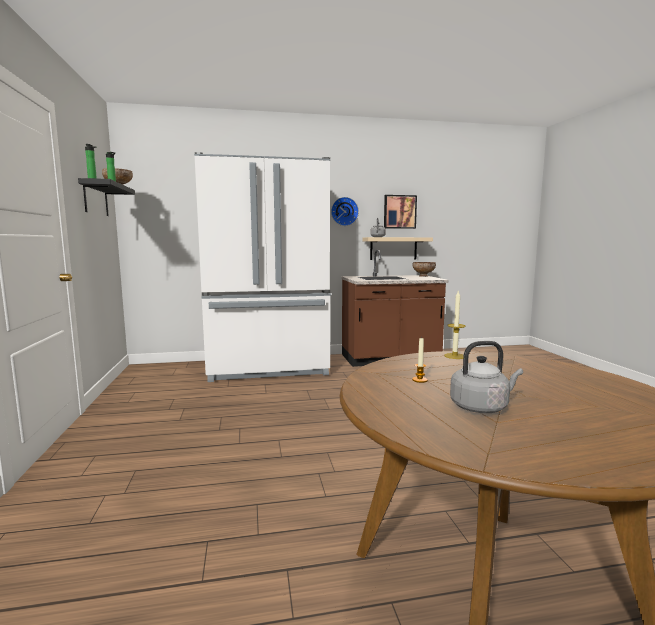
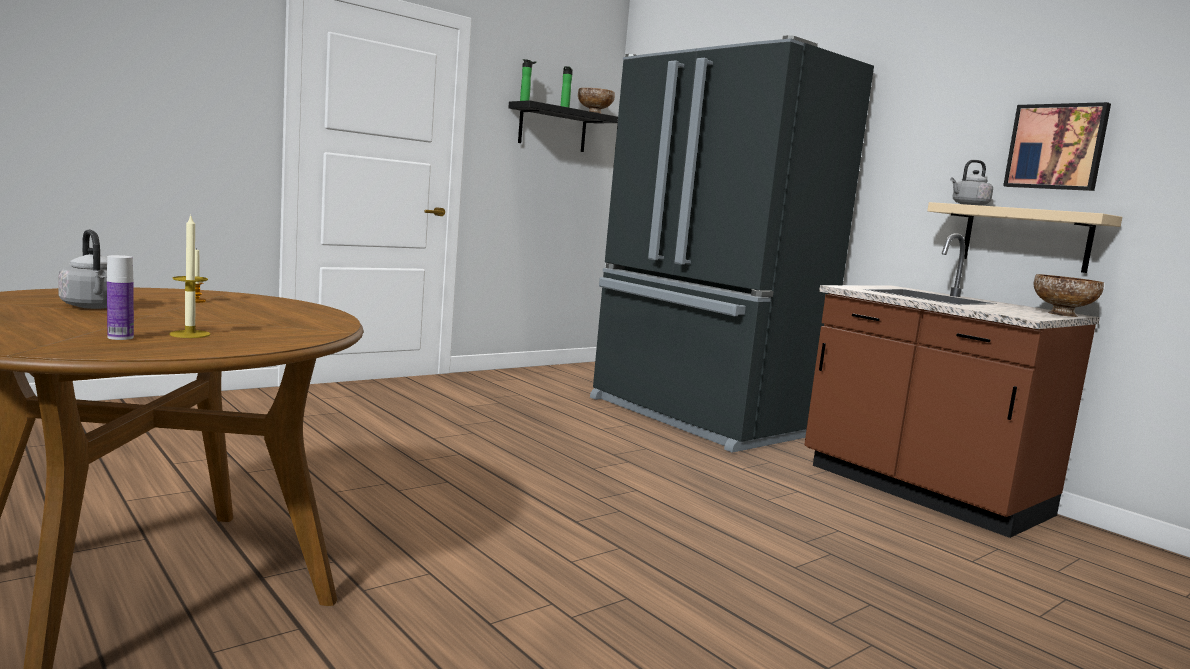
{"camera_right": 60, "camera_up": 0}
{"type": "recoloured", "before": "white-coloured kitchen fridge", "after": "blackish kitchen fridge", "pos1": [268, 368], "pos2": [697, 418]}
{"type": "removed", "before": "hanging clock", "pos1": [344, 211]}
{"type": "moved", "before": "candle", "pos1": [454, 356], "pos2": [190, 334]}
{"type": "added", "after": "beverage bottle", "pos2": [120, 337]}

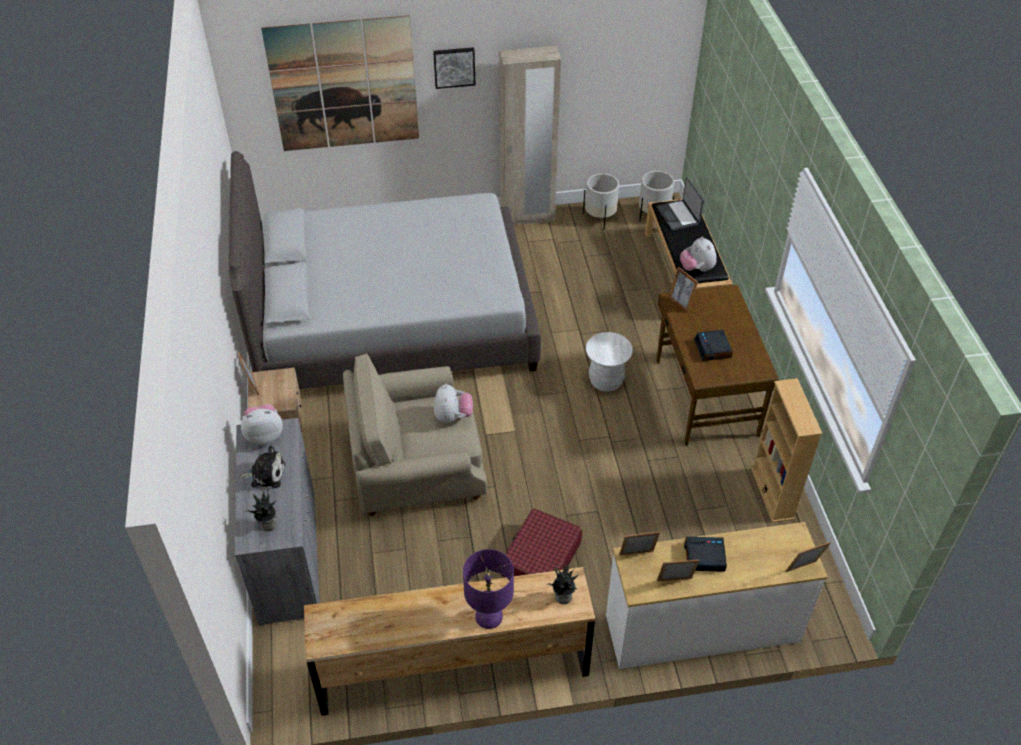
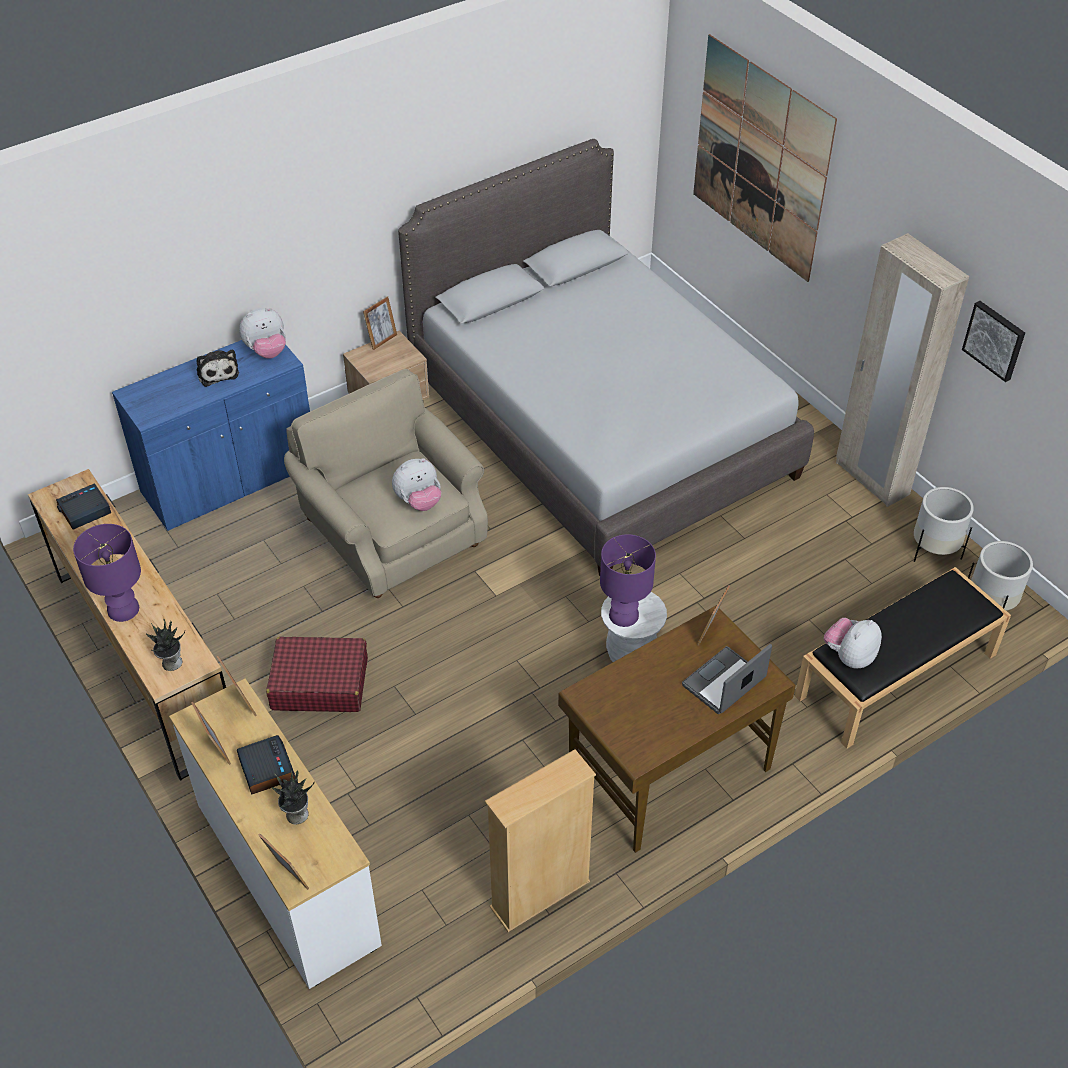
{"camera_right": 65, "camera_up": 0}
{"type": "recoloured", "before": "grey cupboard", "after": "bluish cupboard", "pos1": [288, 556], "pos2": [230, 480]}
{"type": "turned", "before": "soft toy", "pos1": [264, 435], "pos2": [267, 351], "turn": 105}
{"type": "moved", "before": "houseplant", "pos1": [268, 525], "pos2": [296, 814]}
{"type": "moved", "before": "wall art", "pos1": [454, 67], "pos2": [995, 340]}
{"type": "moved", "before": "laptop", "pos1": [678, 216], "pos2": [724, 683]}
{"type": "moved", "before": "bedside clock", "pos1": [713, 349], "pos2": [84, 511]}
{"type": "added", "after": "purple lamp for a table", "pos2": [624, 615]}

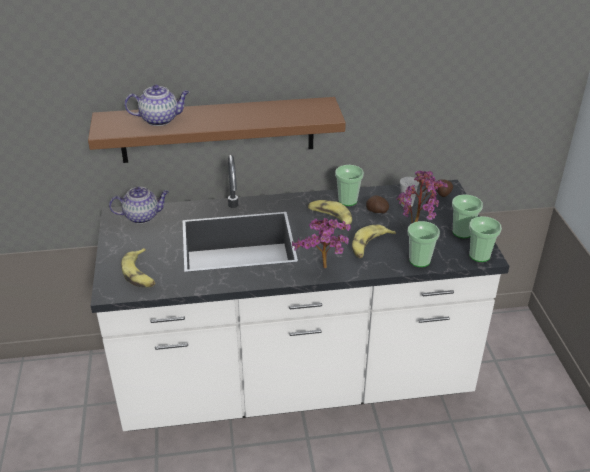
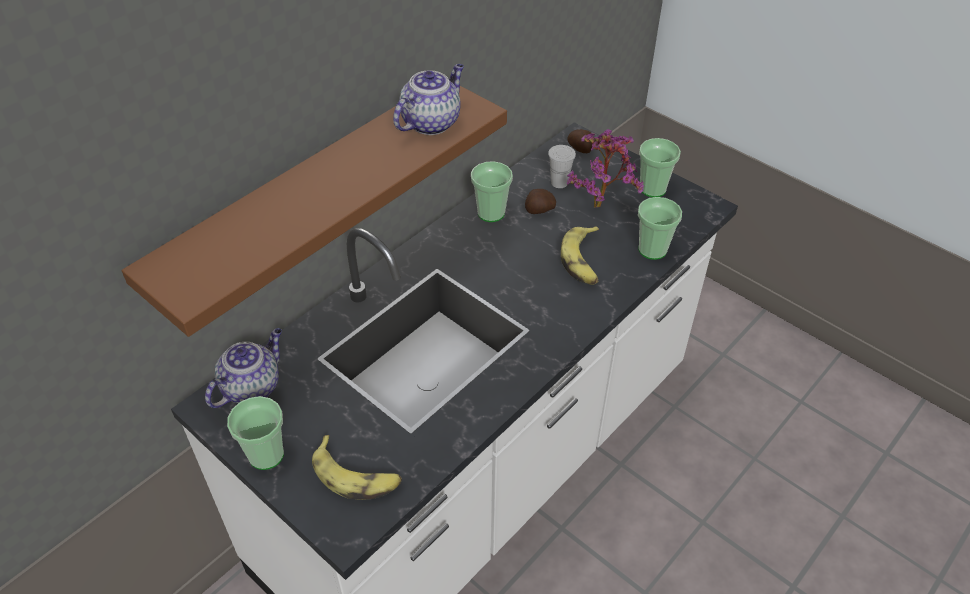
{"camera_right": -40, "camera_up": 10}
{"type": "moved", "before": "tea pot", "pos1": [160, 119], "pos2": [431, 122]}
{"type": "removed", "before": "houseplant", "pos1": [325, 270]}
{"type": "removed", "before": "banana fruit", "pos1": [330, 218]}
{"type": "moved", "before": "drinking cup", "pos1": [479, 255], "pos2": [266, 455]}

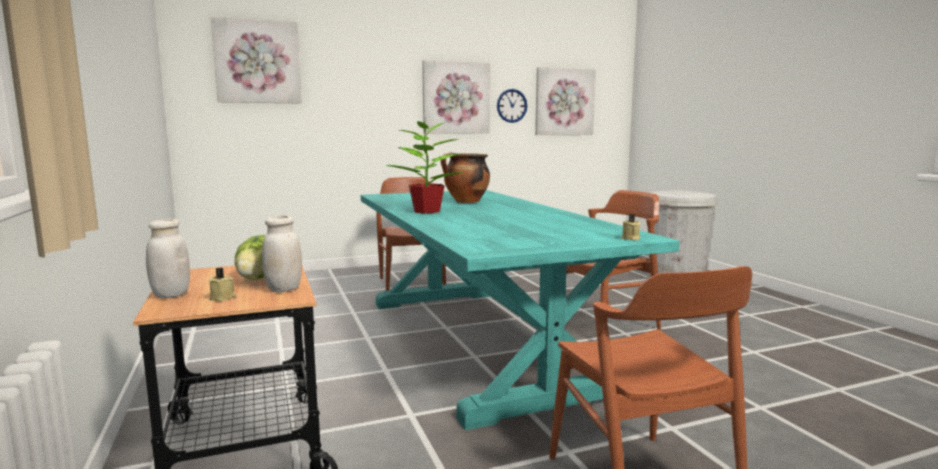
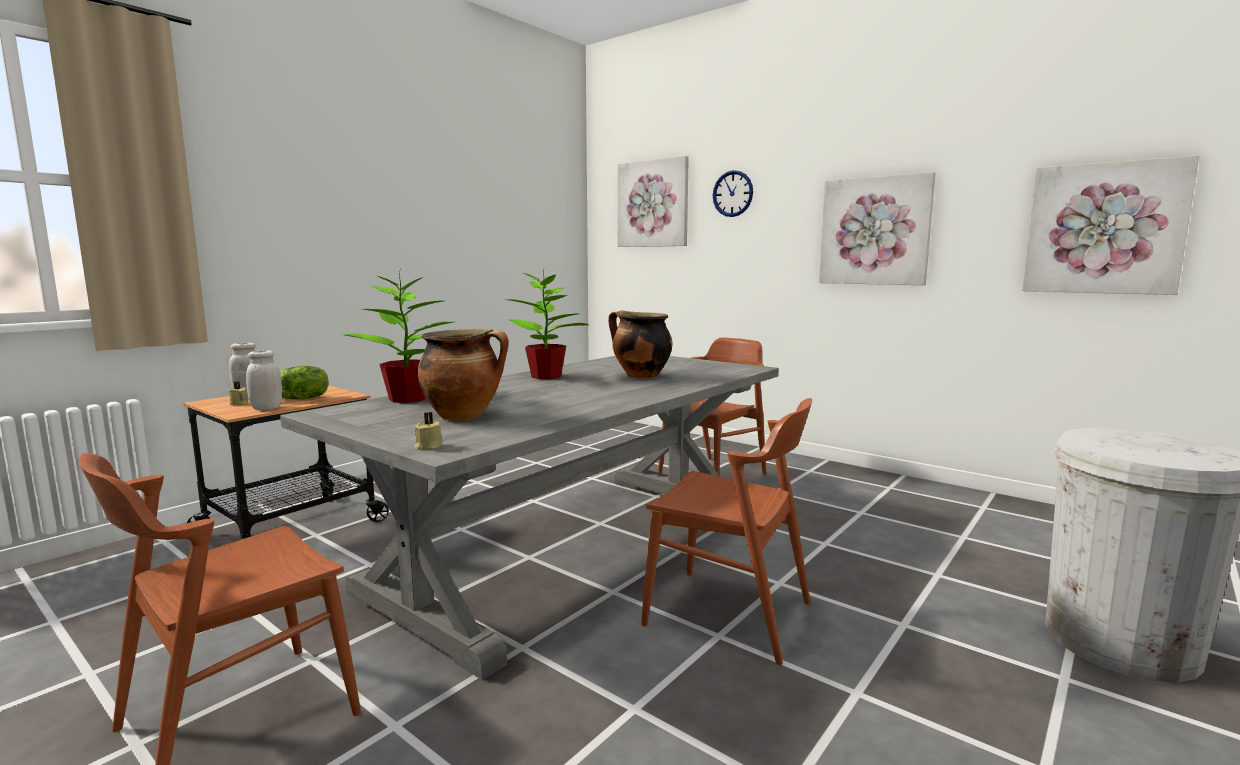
{"camera_right": 60, "camera_up": 0}
{"type": "recoloured", "before": "blue-green dinner table", "after": "grey dinner table", "pos1": [480, 341], "pos2": [576, 548]}
{"type": "moved", "before": "hanging clock", "pos1": [511, 105], "pos2": [732, 193]}
{"type": "added", "after": "houseplant", "pos2": [409, 399]}
{"type": "added", "after": "stockpot", "pos2": [464, 416]}

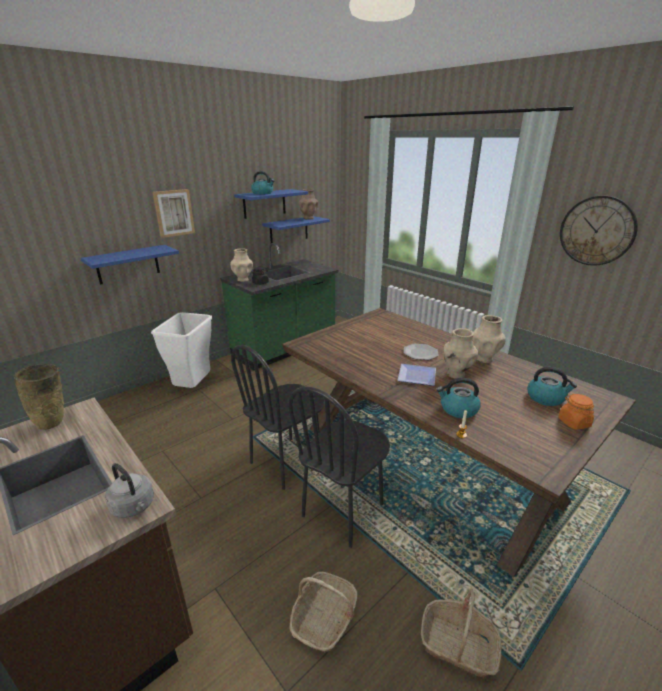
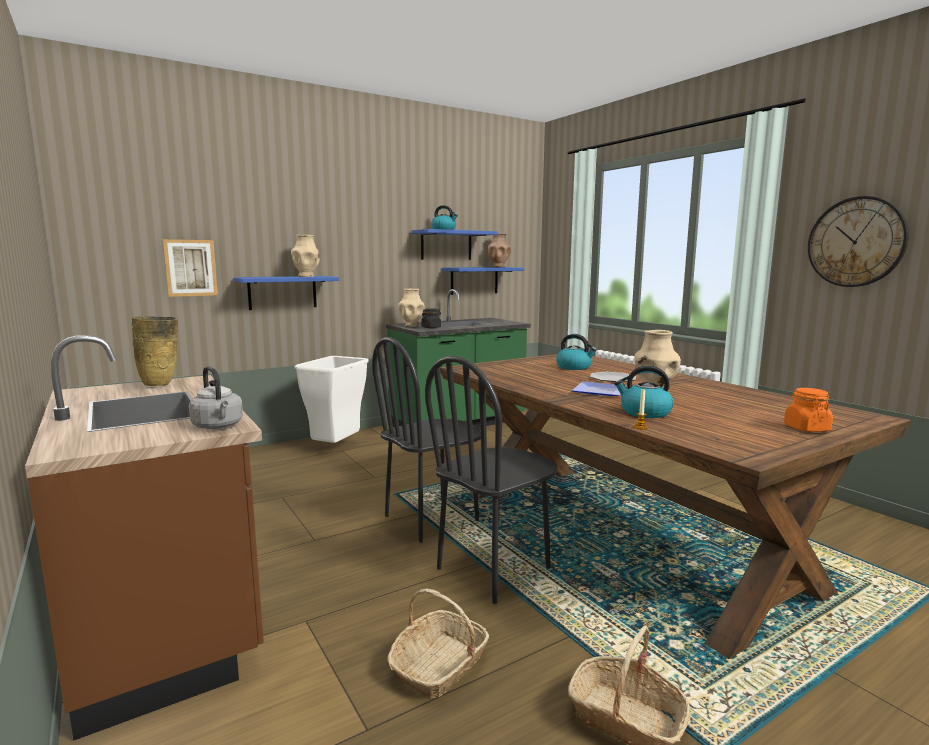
{"camera_right": 10, "camera_up": -15}
{"type": "moved", "before": "wall art", "pos1": [174, 213], "pos2": [190, 268]}
{"type": "moved", "before": "sand-coloured flower vase", "pos1": [484, 359], "pos2": [306, 276]}
{"type": "moved", "before": "water kettle", "pos1": [546, 398], "pos2": [574, 367]}

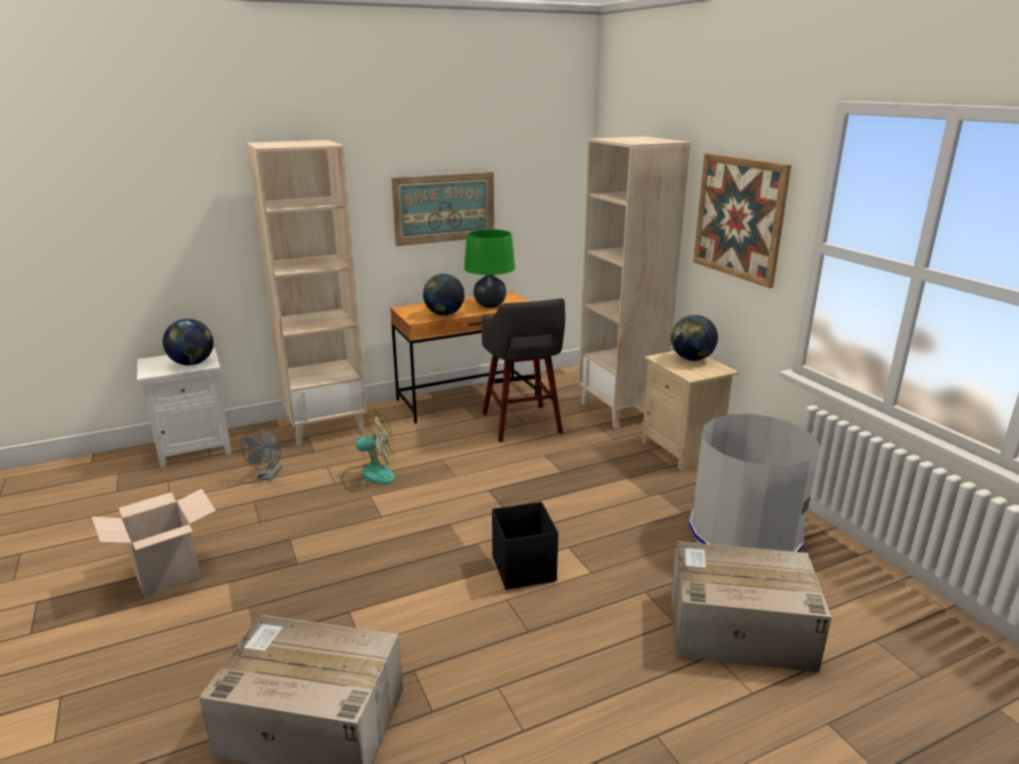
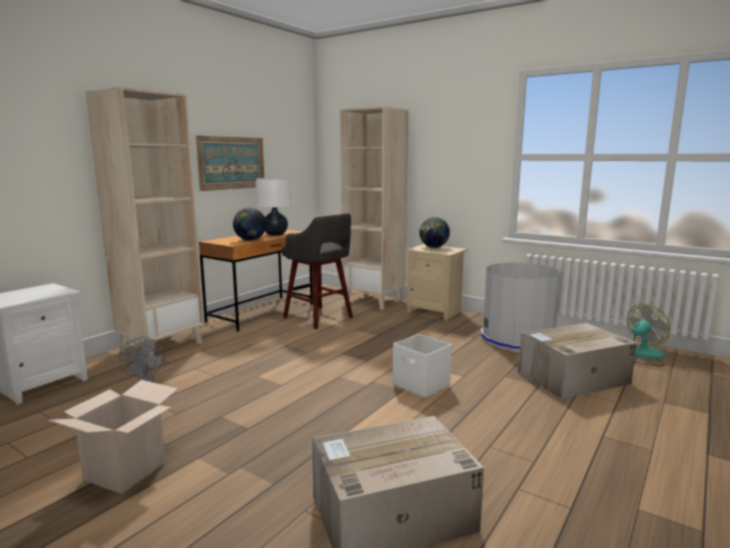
{"camera_right": -30, "camera_up": -10}
{"type": "removed", "before": "globe", "pos1": [192, 364]}
{"type": "moved", "before": "electric fan", "pos1": [369, 475], "pos2": [642, 355]}
{"type": "recoloured", "before": "green-coloured lamp for a table", "after": "white-coloured lamp for a table", "pos1": [490, 305], "pos2": [275, 234]}
{"type": "recoloured", "before": "blackish storage bin", "after": "white-coloured storage bin", "pos1": [523, 569], "pos2": [421, 385]}
{"type": "removed", "before": "wall art", "pos1": [739, 218]}

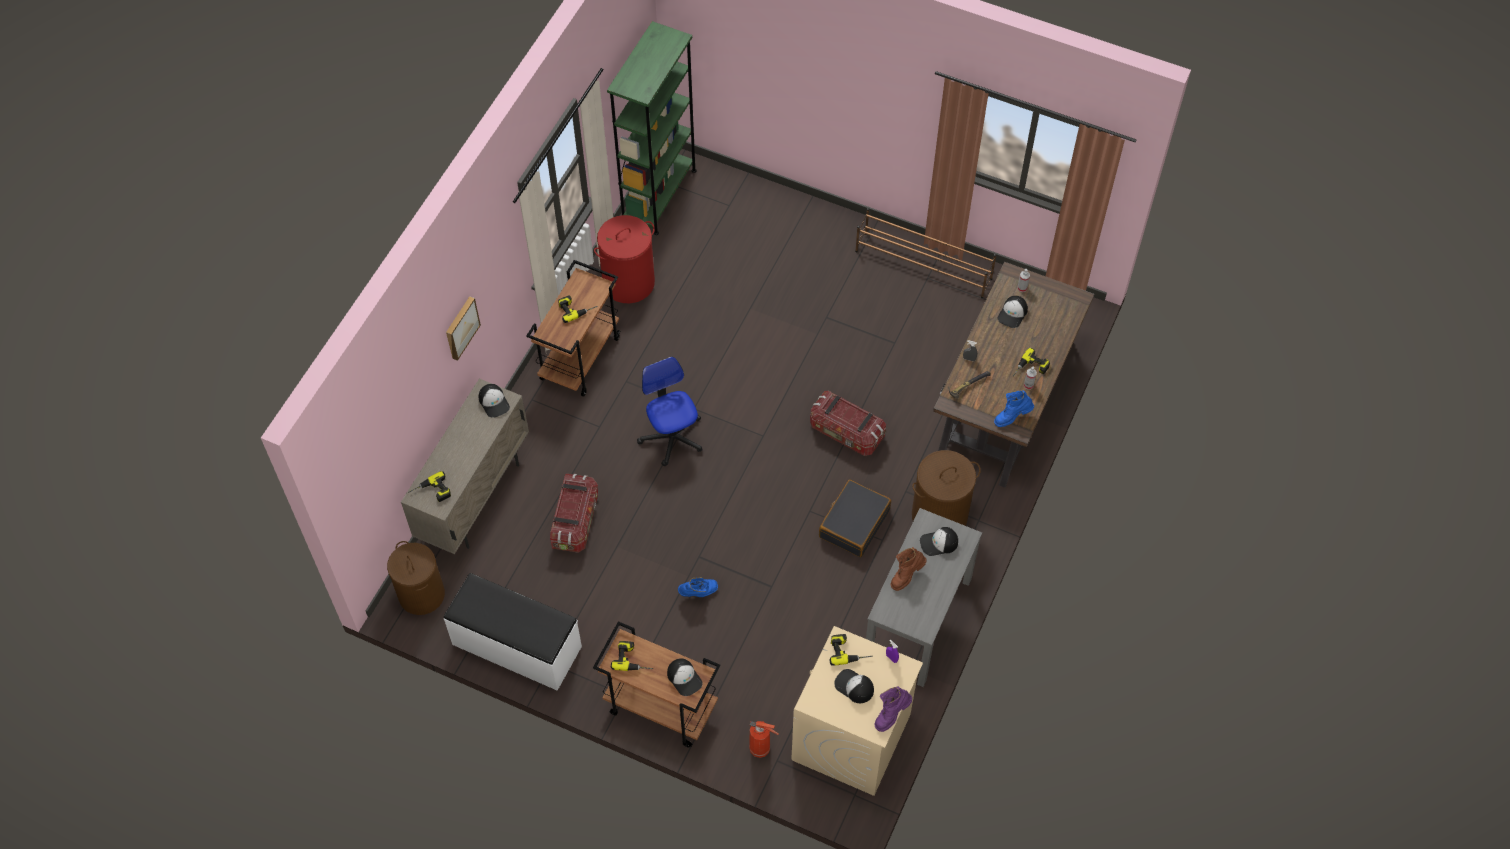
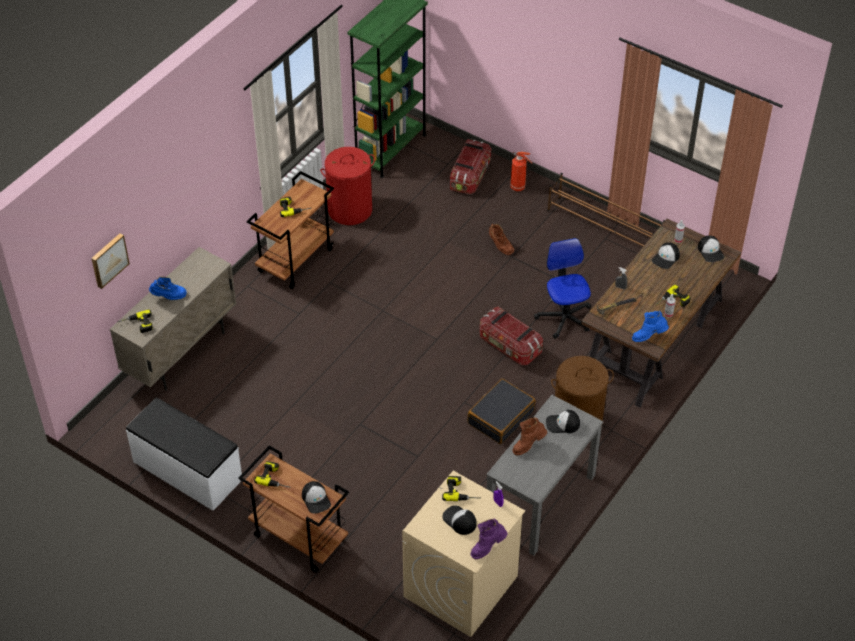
{"camera_right": 10, "camera_up": -10}
{"type": "removed", "before": "brownish washing basket", "pos1": [421, 594]}
{"type": "moved", "before": "wall art", "pos1": [461, 327], "pos2": [108, 260]}
{"type": "moved", "before": "cap", "pos1": [494, 402], "pos2": [710, 251]}
{"type": "moved", "before": "storage bin", "pos1": [575, 521], "pos2": [470, 176]}
{"type": "moved", "before": "desk chair", "pos1": [672, 437], "pos2": [564, 318]}
{"type": "moved", "before": "bluish high-top boot", "pos1": [698, 593], "pos2": [168, 297]}
{"type": "moved", "before": "fire extinguisher", "pos1": [761, 749], "pos2": [518, 187]}
{"type": "added", "after": "brownish high-top boot", "pos2": [500, 246]}

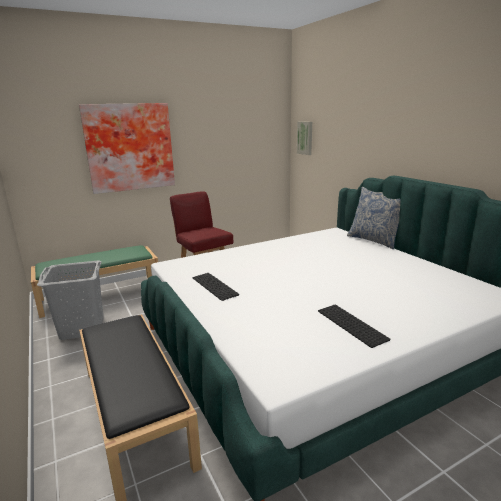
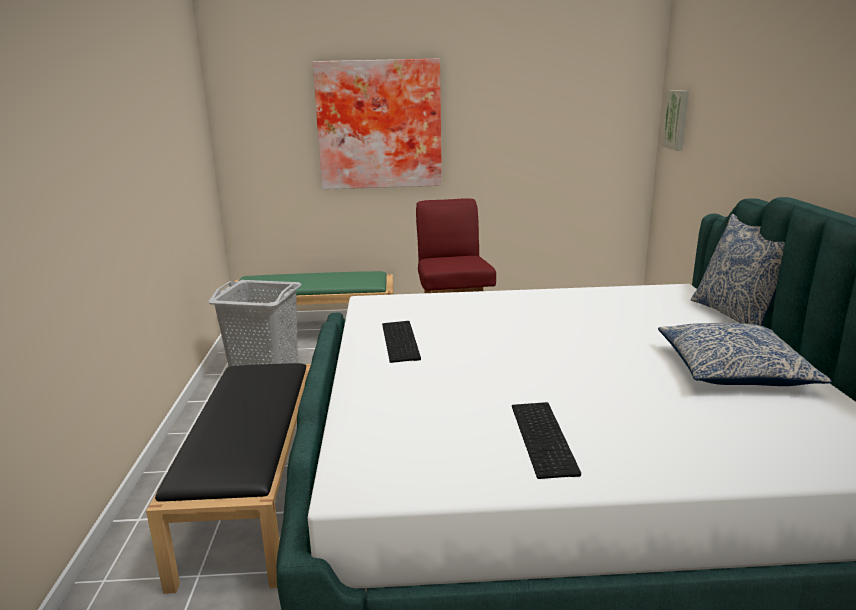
{"camera_right": 25, "camera_up": 0}
{"type": "added", "after": "cushion", "pos2": [733, 370]}

